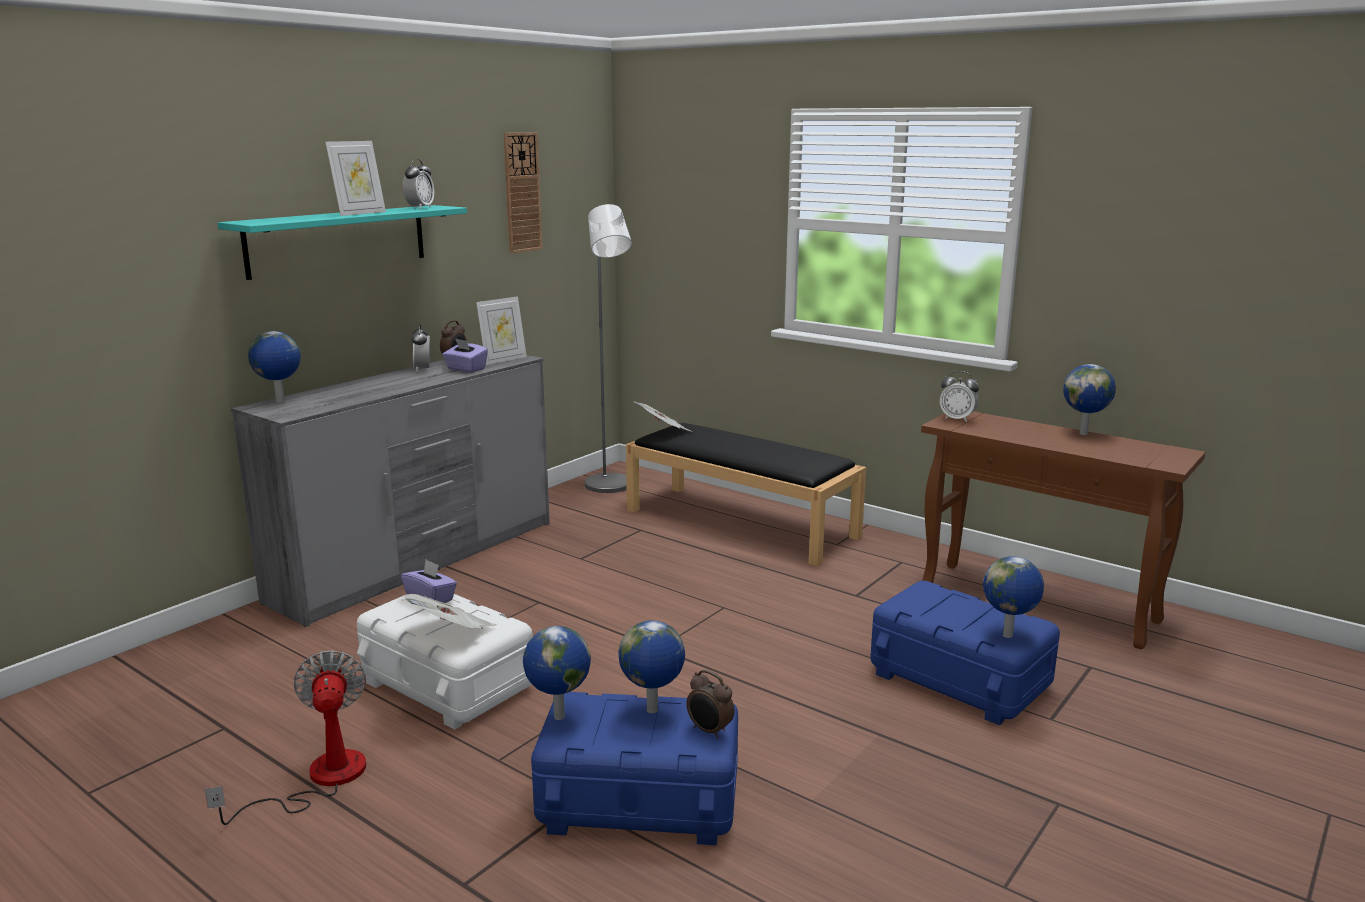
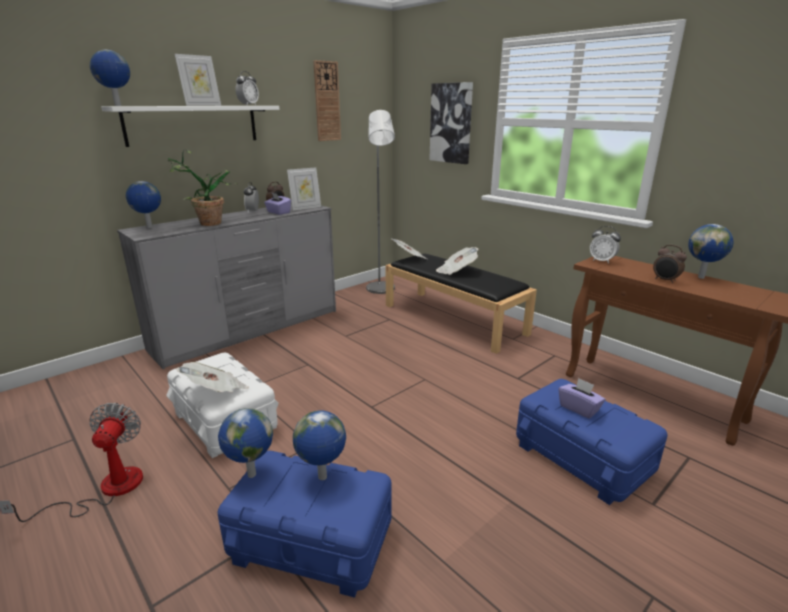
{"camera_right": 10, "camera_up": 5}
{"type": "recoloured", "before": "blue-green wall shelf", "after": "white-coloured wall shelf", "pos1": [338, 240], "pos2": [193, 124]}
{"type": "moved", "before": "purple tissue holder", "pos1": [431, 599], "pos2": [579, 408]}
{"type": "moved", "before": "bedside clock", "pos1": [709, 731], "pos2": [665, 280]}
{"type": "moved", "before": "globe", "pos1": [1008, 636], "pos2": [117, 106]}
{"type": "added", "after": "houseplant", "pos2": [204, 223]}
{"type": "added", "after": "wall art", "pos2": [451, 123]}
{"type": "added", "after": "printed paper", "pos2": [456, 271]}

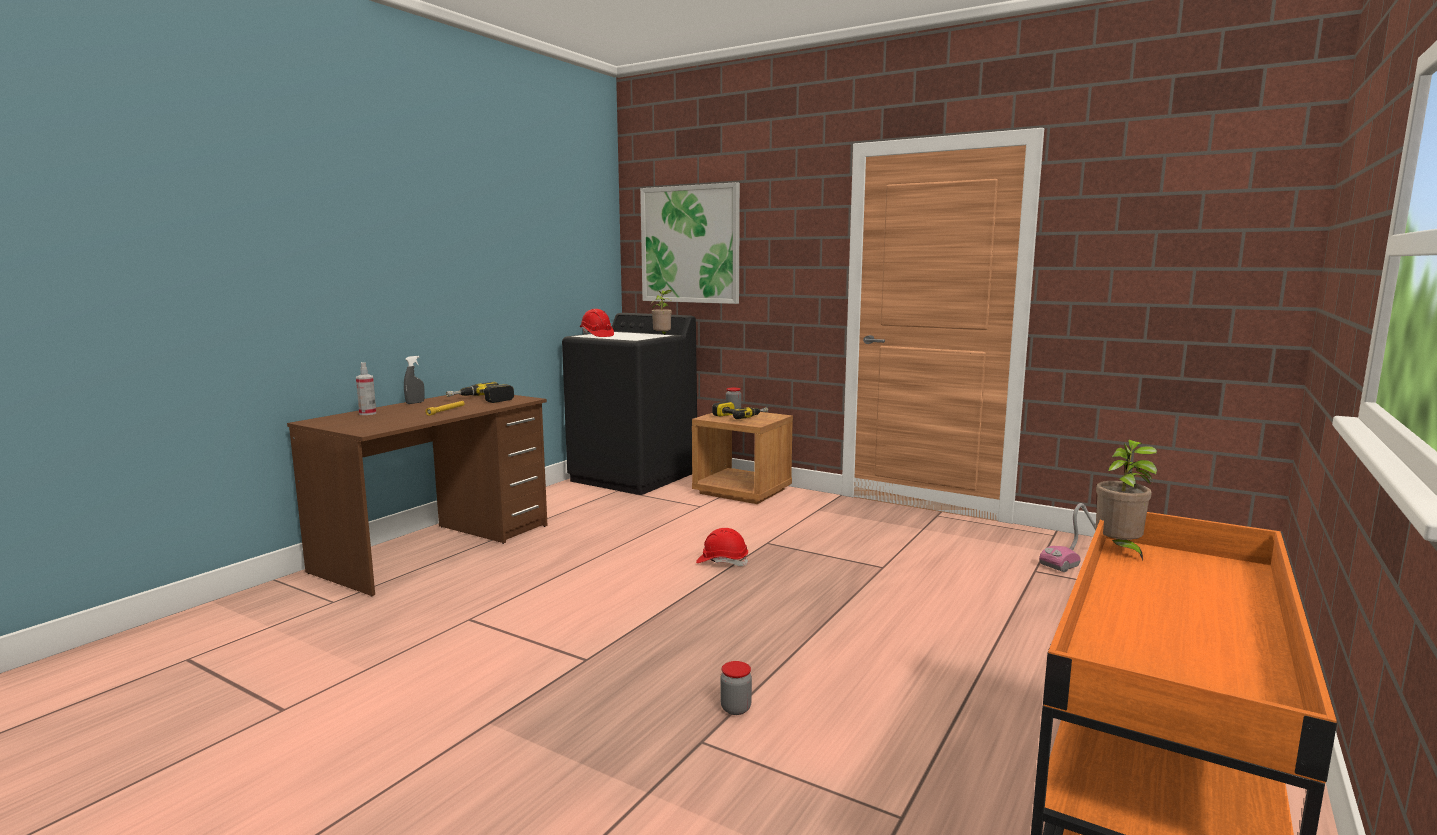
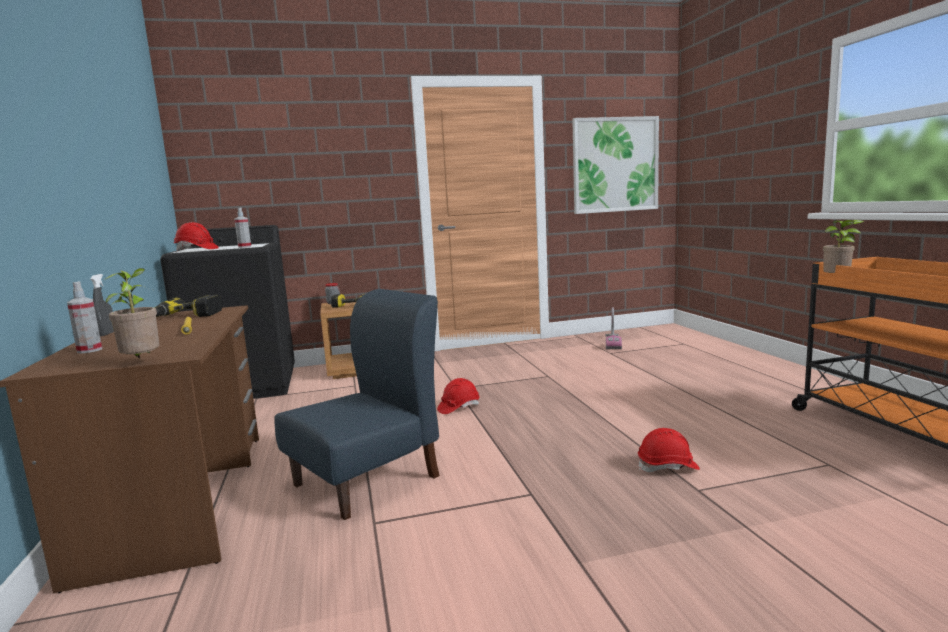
{"camera_right": -45, "camera_up": 0}
{"type": "moved", "before": "wall art", "pos1": [690, 244], "pos2": [615, 165]}
{"type": "moved", "before": "houseplant", "pos1": [662, 337], "pos2": [142, 363]}
{"type": "replaced", "before": "preserve jar", "after": "red-coloured hard hat", "pos1": [735, 708], "pos2": [668, 467]}
{"type": "added", "after": "hand sprayer", "pos2": [244, 247]}
{"type": "added", "after": "bluish upright chair", "pos2": [368, 480]}

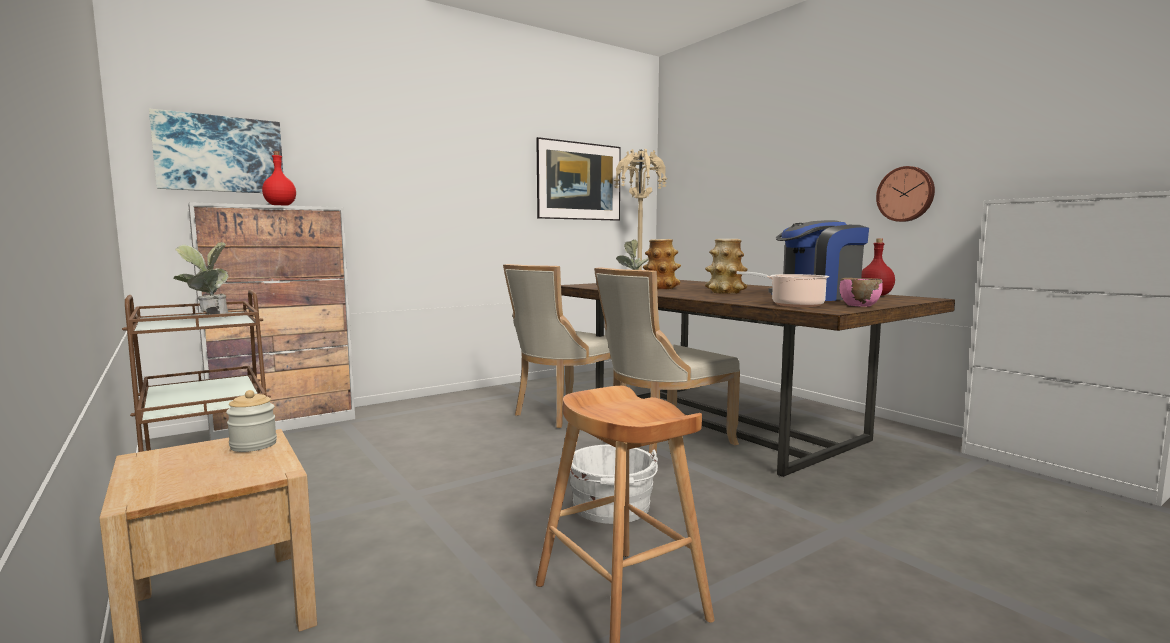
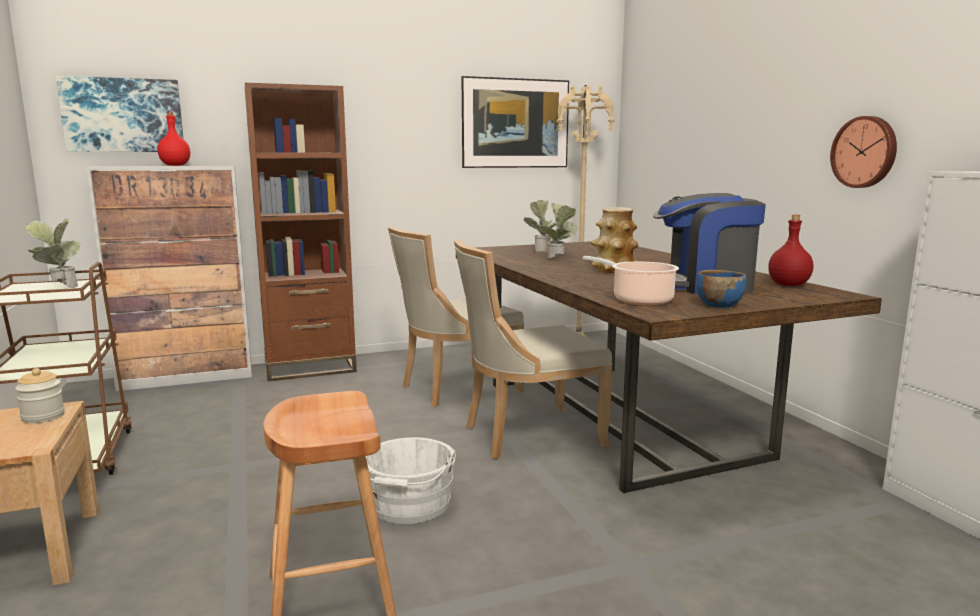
{"camera_right": 15, "camera_up": 5}
{"type": "replaced", "before": "flower vase", "after": "houseplant", "pos1": [661, 288], "pos2": [558, 259]}
{"type": "recoloured", "before": "pink-coloured deep dish", "after": "bluish deep dish", "pos1": [859, 305], "pos2": [718, 305]}
{"type": "added", "after": "brownish shelving unit", "pos2": [310, 368]}

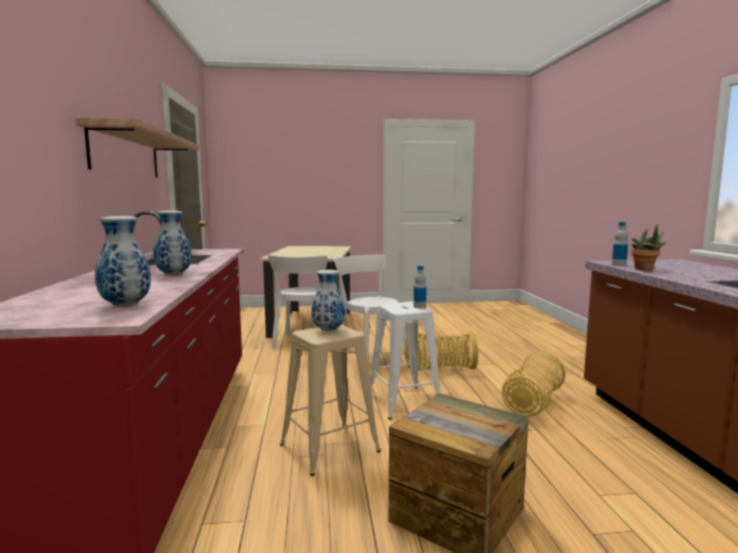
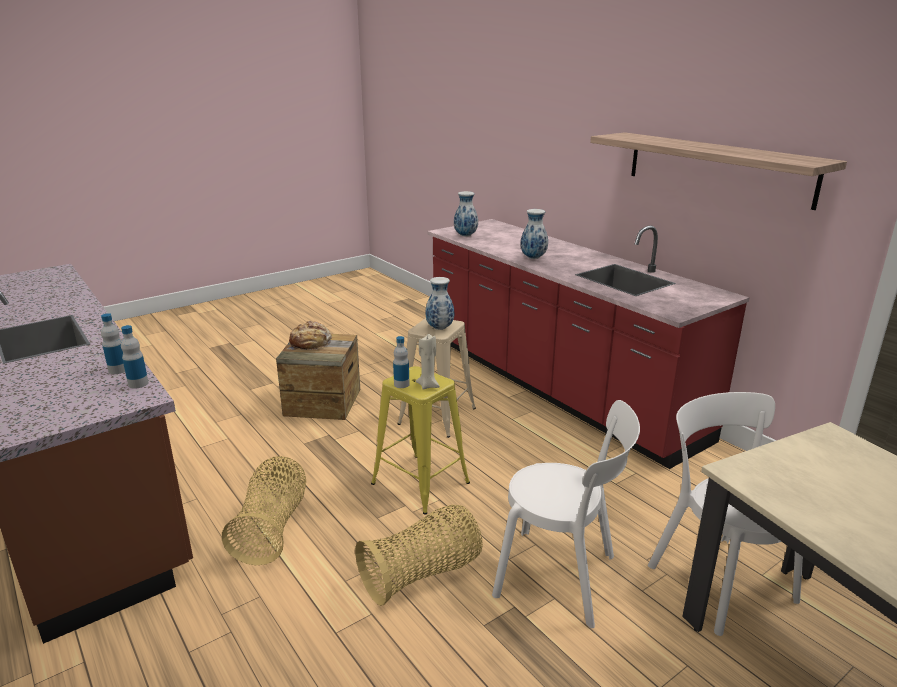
{"camera_right": 150, "camera_up": 15}
{"type": "recoloured", "before": "white-coloured stool seat", "after": "yellow-coloured stool seat", "pos1": [403, 402], "pos2": [420, 483]}
{"type": "replaced", "before": "houseplant", "after": "beverage bottle", "pos1": [645, 269], "pos2": [118, 370]}
{"type": "added", "after": "bread", "pos2": [311, 344]}
{"type": "added", "after": "sand-coloured candle", "pos2": [428, 385]}

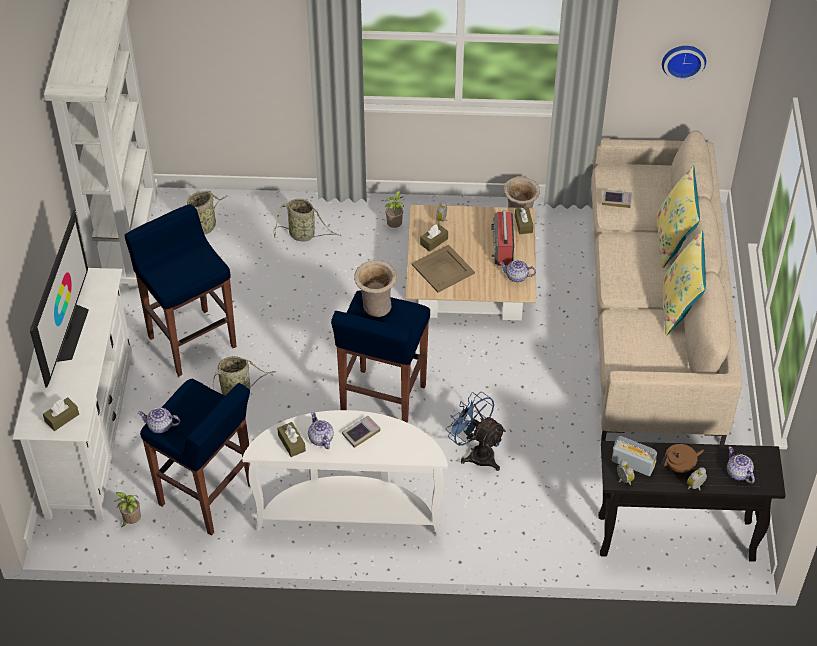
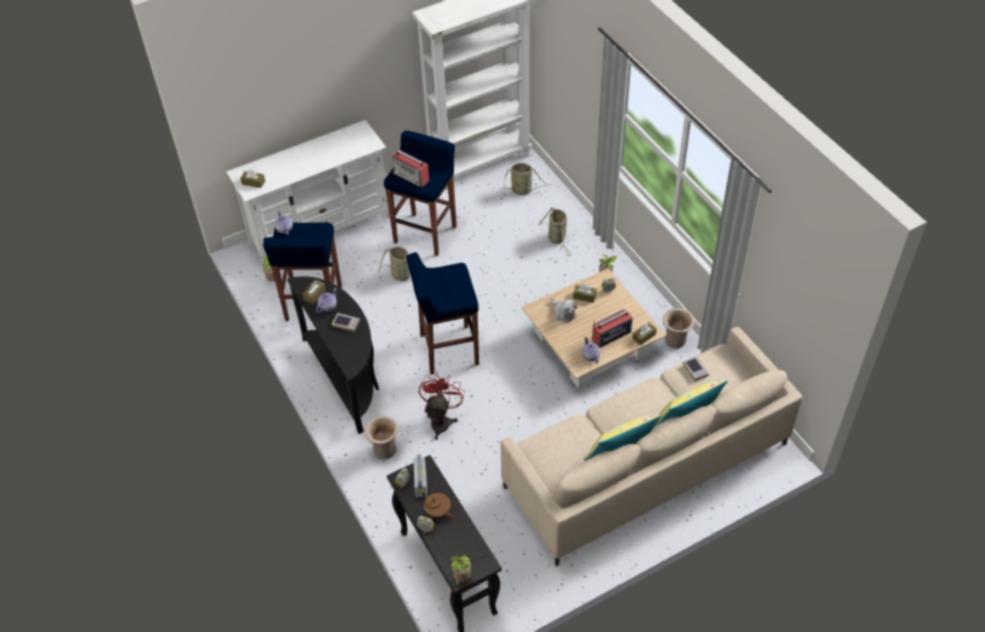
{"camera_right": 60, "camera_up": 0}
{"type": "removed", "before": "TV set", "pos1": [66, 332]}
{"type": "recoloured", "before": "white-coloured console table", "after": "blackish console table", "pos1": [350, 512], "pos2": [347, 378]}
{"type": "moved", "before": "sand-coloured flower vase", "pos1": [375, 307], "pos2": [384, 449]}
{"type": "replaced", "before": "sand-coloured serving tray", "after": "soft toy", "pos1": [442, 269], "pos2": [563, 313]}
{"type": "recoloured", "before": "bluish electric fan", "after": "red-coloured electric fan", "pos1": [477, 453], "pos2": [441, 420]}
{"type": "removed", "before": "hanging clock", "pos1": [683, 60]}
{"type": "removed", "before": "tea pot", "pos1": [738, 473]}
{"type": "added", "after": "radio set", "pos2": [411, 177]}
{"type": "added", "after": "houseplant", "pos2": [461, 578]}

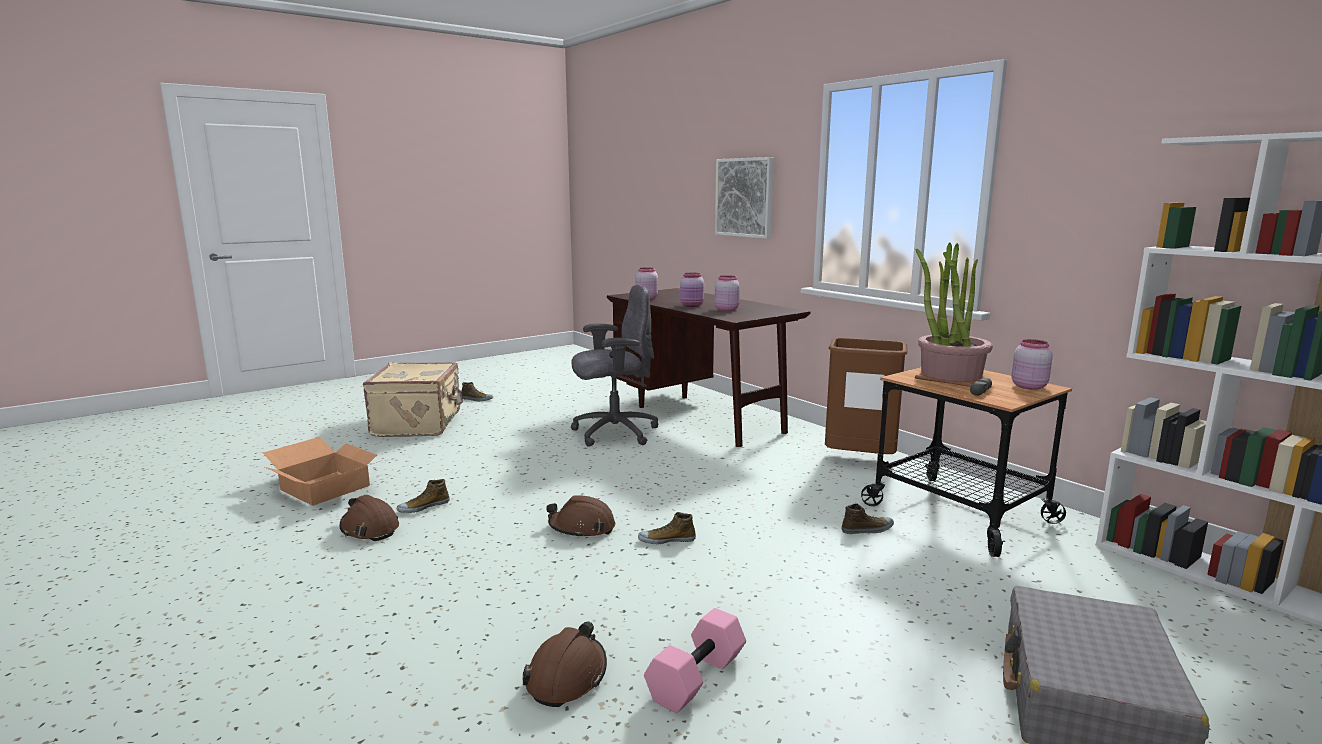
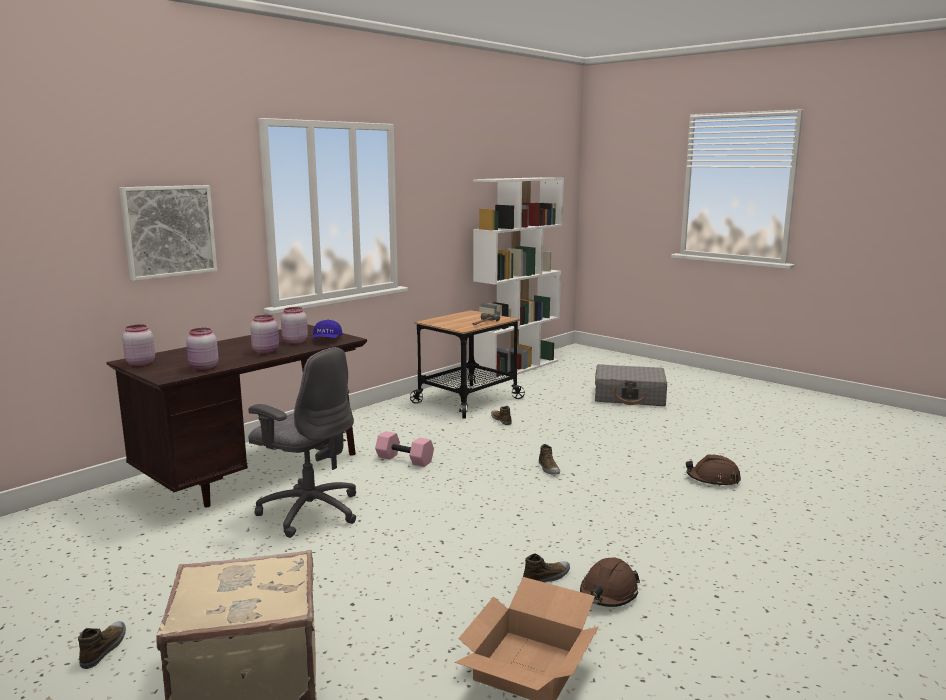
{"camera_right": -100, "camera_up": 0}
{"type": "turned", "before": "shoe", "pos1": [423, 507], "pos2": [546, 577], "turn": -75}
{"type": "removed", "before": "brownish hard hat", "pos1": [582, 528]}
{"type": "turned", "before": "grey desk chair", "pos1": [613, 433], "pos2": [309, 511], "turn": 150}
{"type": "moved", "before": "pink-coloured dumbbell", "pos1": [697, 679], "pos2": [405, 459]}
{"type": "removed", "before": "brownish waste bin", "pos1": [859, 460]}
{"type": "removed", "before": "houseplant", "pos1": [950, 373]}
{"type": "moved", "before": "pink-coloured preserve jar", "pos1": [1028, 386], "pos2": [140, 363]}
{"type": "added", "after": "bluish cap", "pos2": [327, 340]}

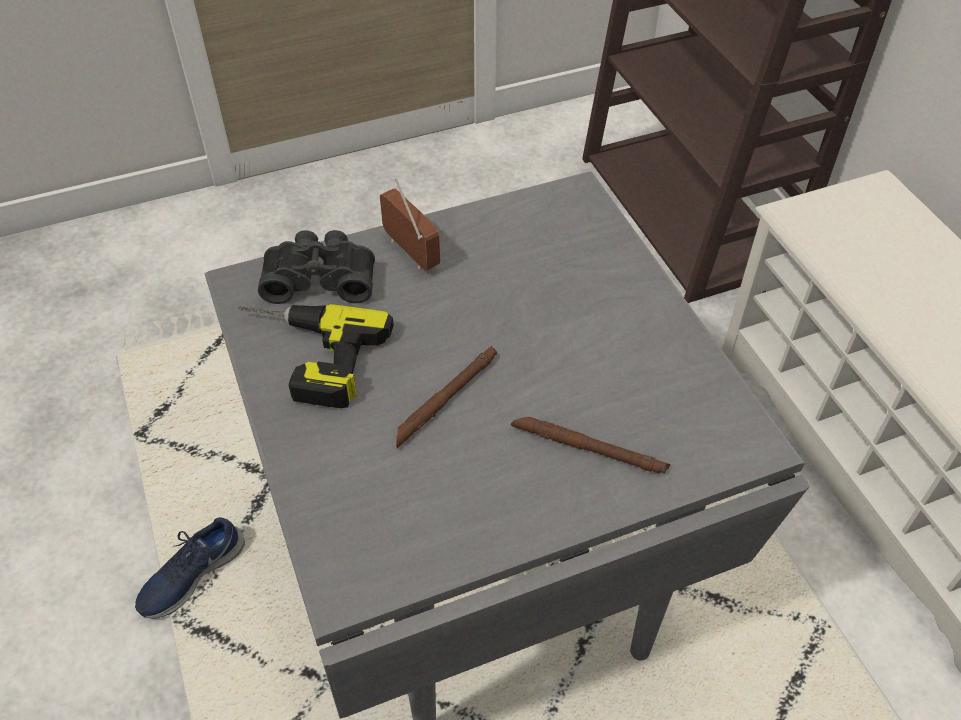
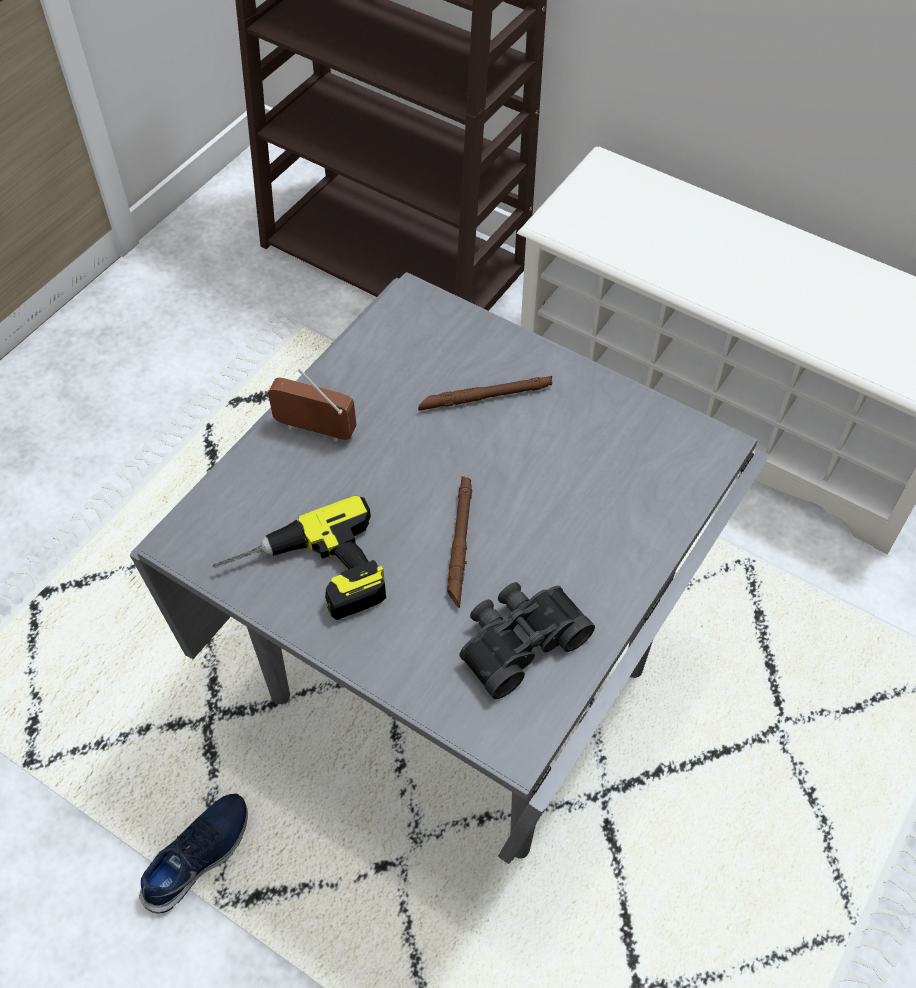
{"camera_right": -35, "camera_up": 5}
{"type": "turned", "before": "bluish shoe", "pos1": [191, 574], "pos2": [199, 857], "turn": -150}
{"type": "moved", "before": "blackish field glasses", "pos1": [320, 278], "pos2": [518, 640]}
{"type": "moved", "before": "brownish flashlight", "pos1": [588, 449], "pos2": [485, 397]}

